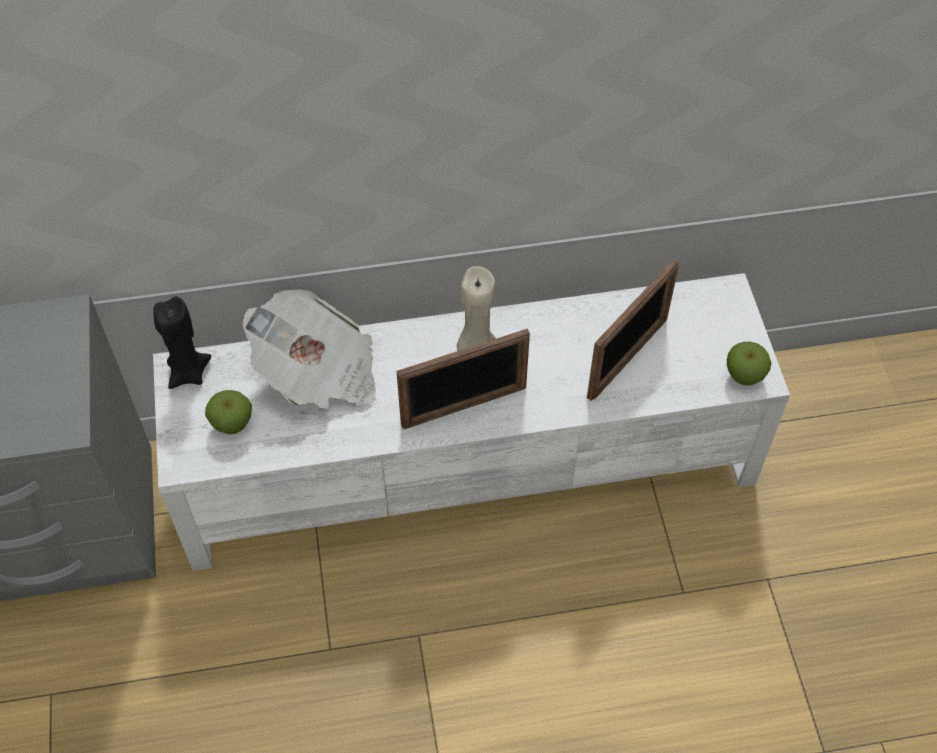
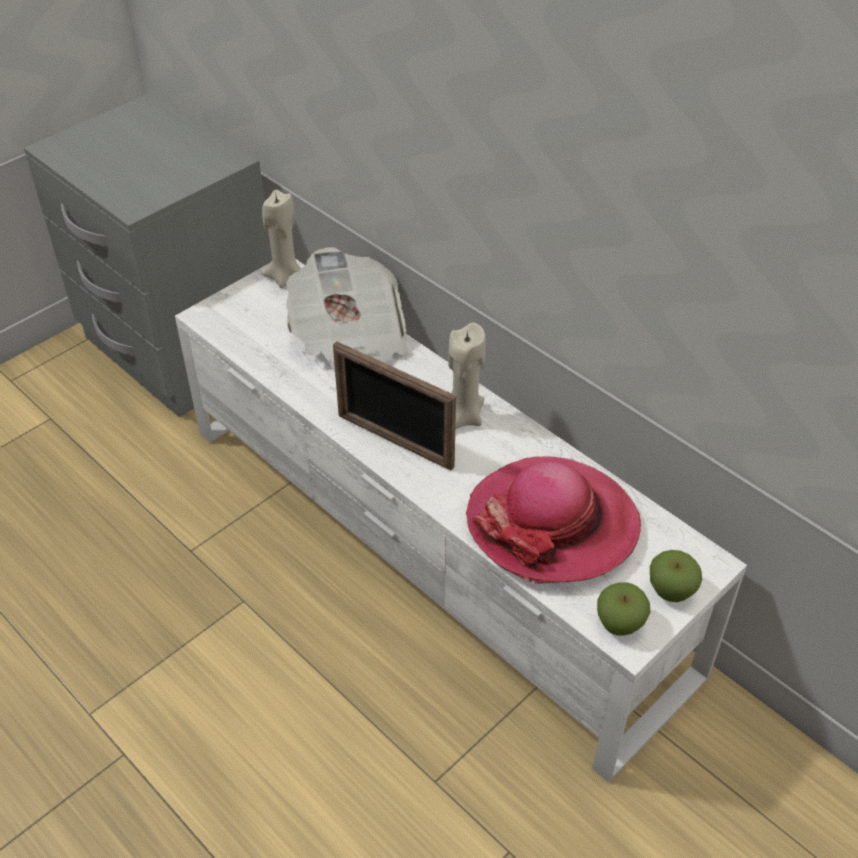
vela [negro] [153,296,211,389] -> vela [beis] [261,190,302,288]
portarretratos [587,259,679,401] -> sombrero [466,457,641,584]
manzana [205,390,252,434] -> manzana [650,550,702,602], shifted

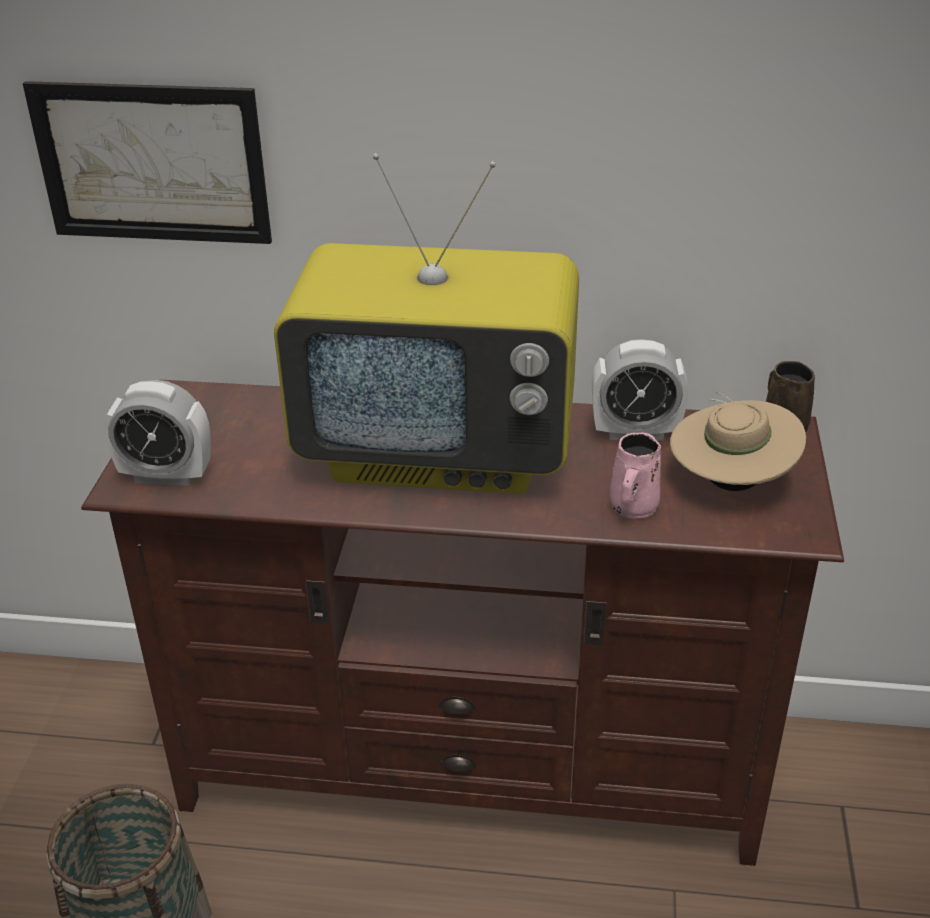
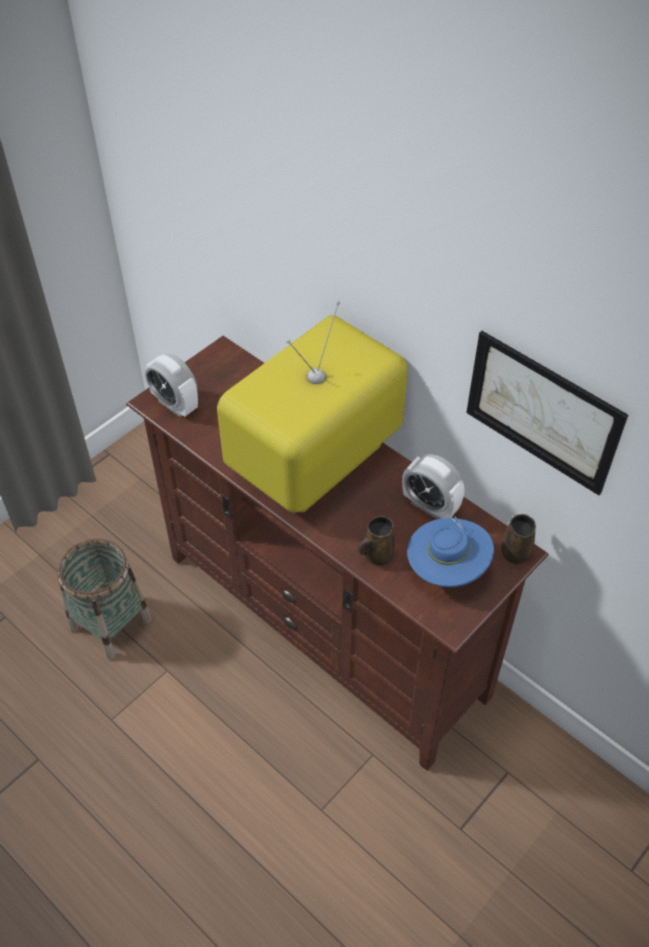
televisor [274,153,579,494] -> televisor [217,301,408,513], 90 degrees clockwise
taza grande [rosa] [610,433,661,519] -> taza grande [marrón] [358,516,395,566]
sombrero [beis] [670,391,806,491] -> sombrero [azul] [407,516,494,587]
cuadro [23,81,272,244] -> cuadro [466,331,628,495], shifted

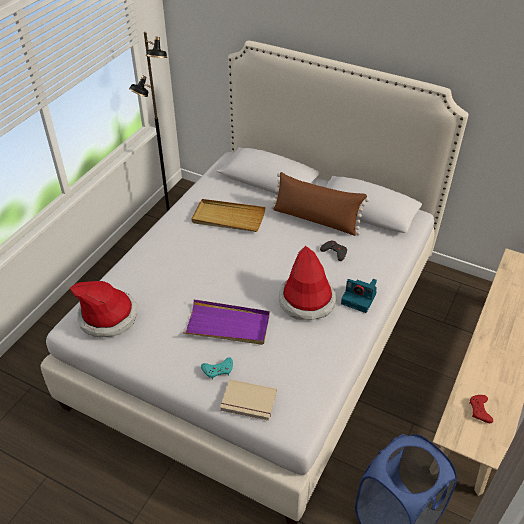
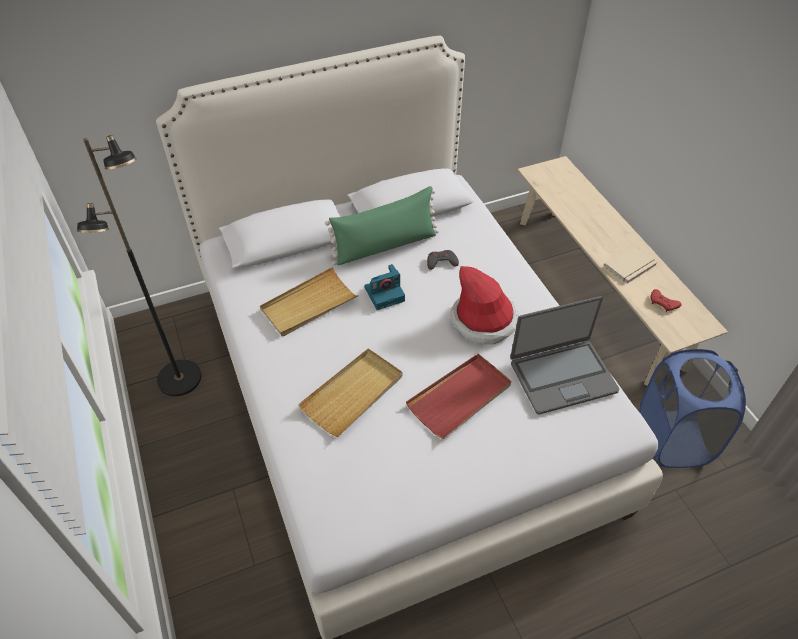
none -> bandeja [beis] [298,349,402,437]
cojín [marrón] [271,172,369,236] -> cojín [verde] [325,186,439,265]
cámara [341,279,377,313] -> cámara [365,264,405,310], shifted
bandeja [morado] [184,299,270,345] -> bandeja [rojo] [406,354,511,439]
none -> portátil [510,296,620,415]
libro [beis] [220,379,277,421] -> libro [beis] [604,245,658,284], shifted
sombrero [70,281,138,338] -> none
mando de consola [turquesa] [201,357,233,380] -> none

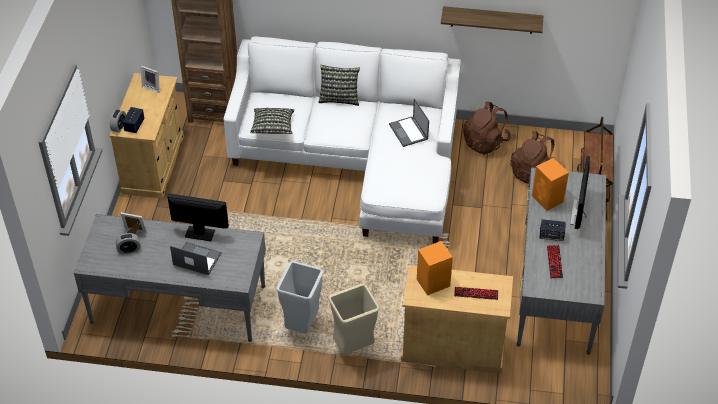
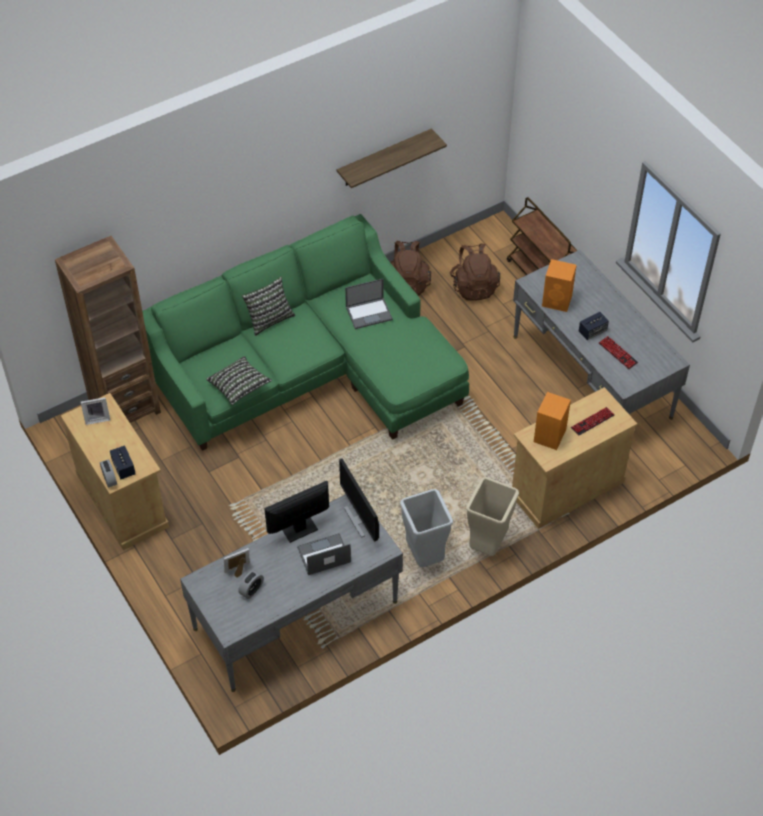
sofá [blanco] [224,36,461,244] -> sofá [verde] [142,214,469,451]
monitor [570,156,590,229] -> monitor [339,458,379,542], shifted
portátil [389,98,429,147] -> portátil [345,279,393,329], 45 degrees counterclockwise

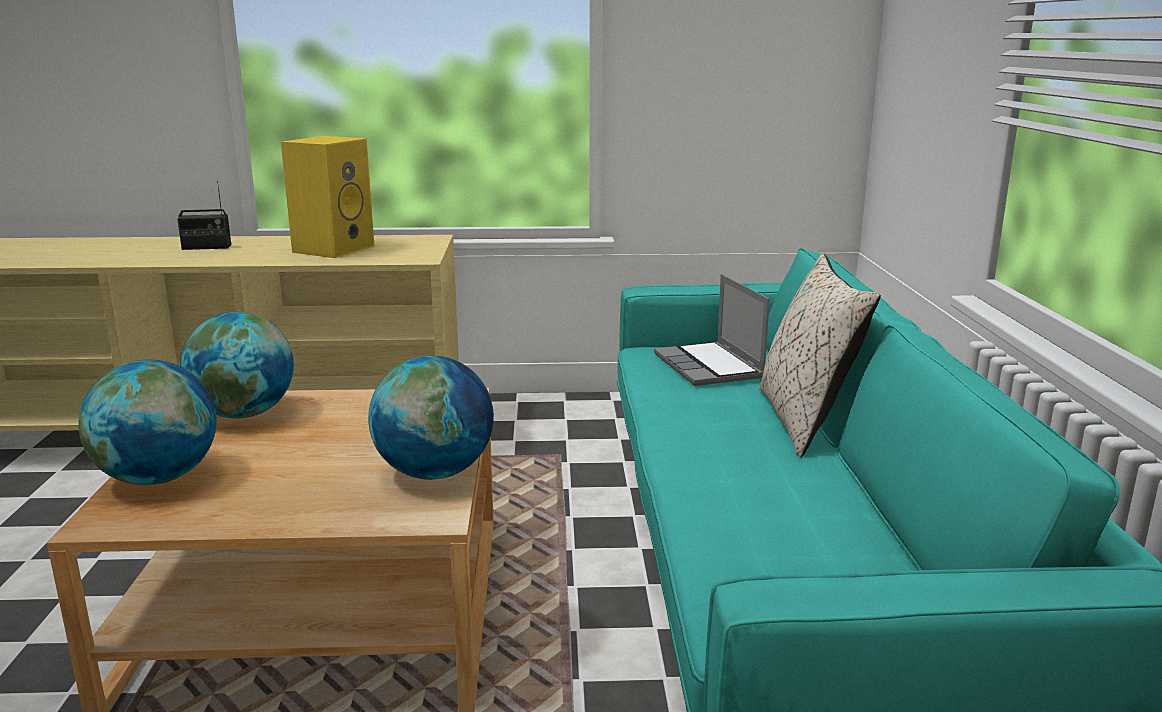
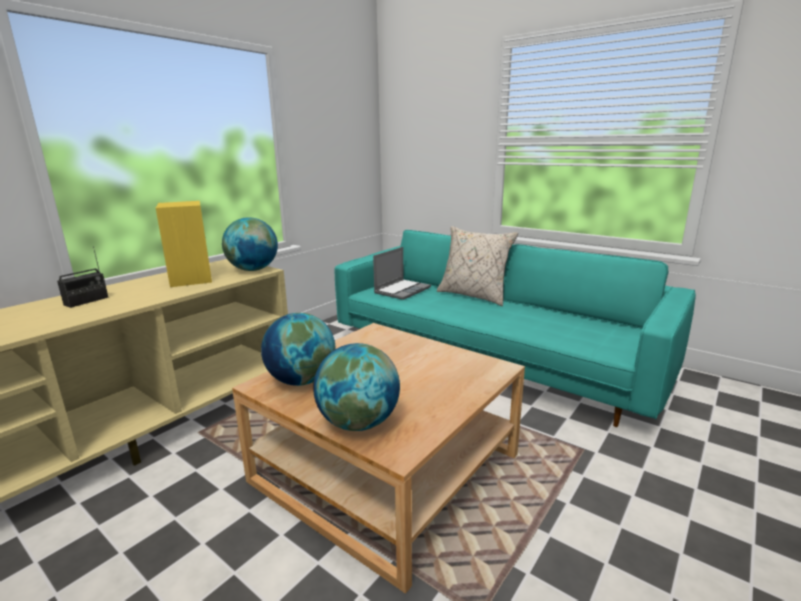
globo terráqueo [368,356,494,480] -> globo terráqueo [222,217,278,271], shifted
portátil [654,274,770,386] -> portátil [373,247,431,300], 75 degrees counterclockwise

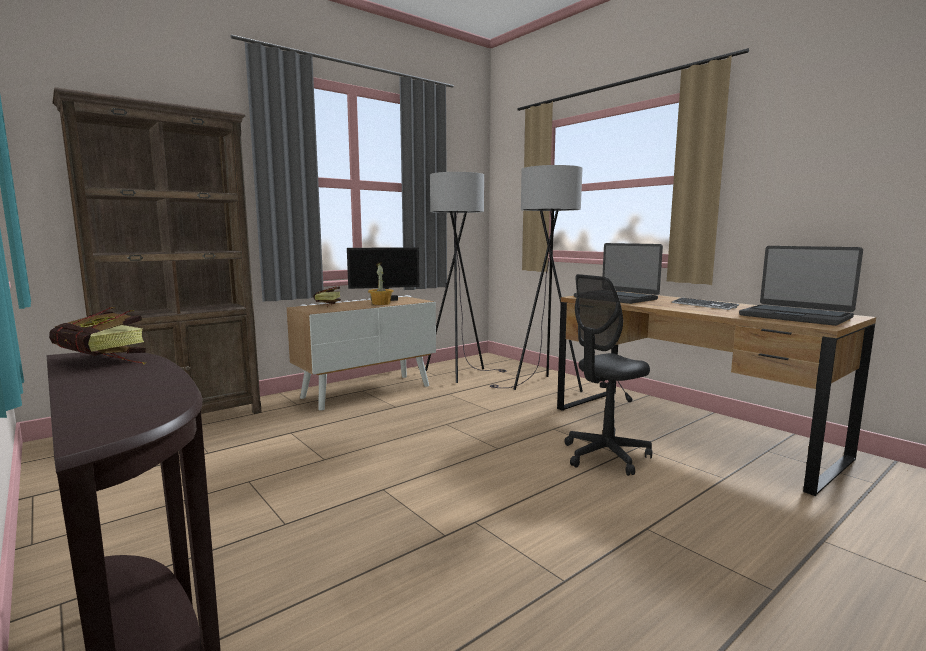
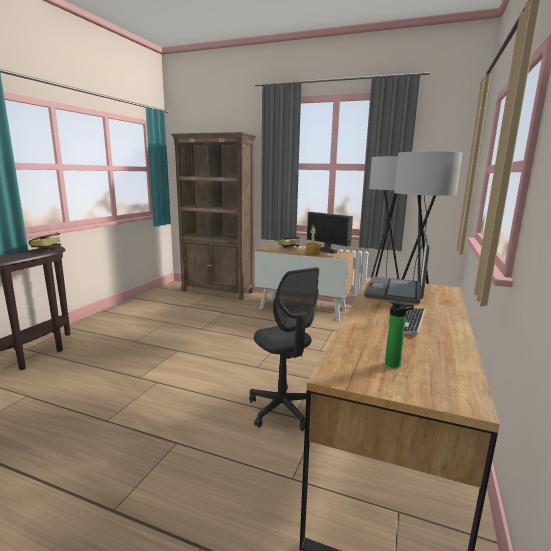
silla de oficina [gris] [564,274,652,476] -> silla de oficina [gris] [249,267,320,431], 150 degrees counterclockwise
portátil [739,246,863,326] -> botella [385,301,414,368]

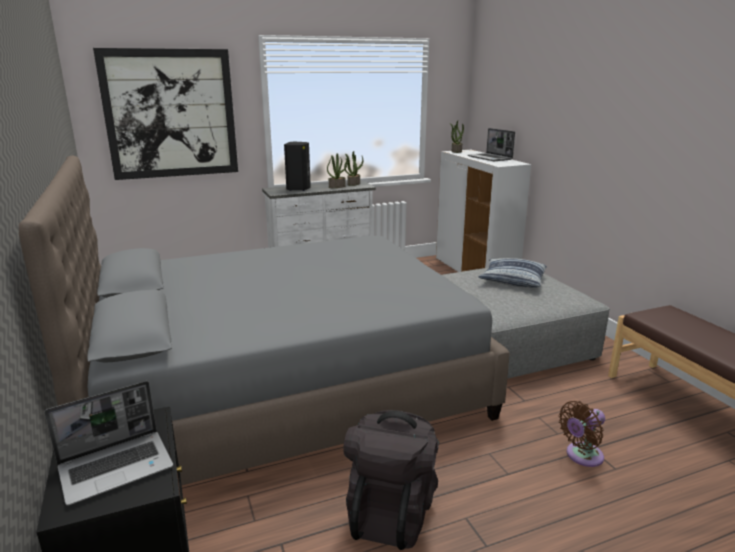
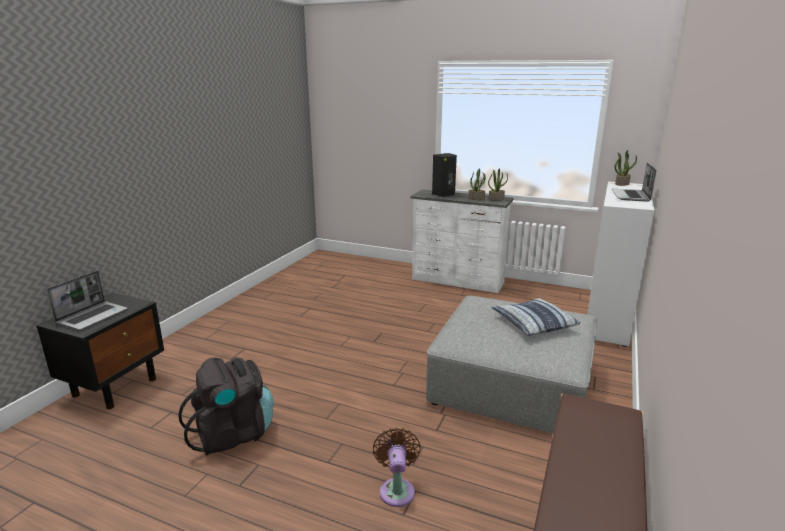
portátil [44,381,173,506] -> portátil [47,271,128,330], 75 degrees counterclockwise
ventilador [marrón] [559,401,605,467] -> ventilador [marrón] [373,427,421,507], 75 degrees clockwise
cama [gris] [19,156,510,485] -> none
cuadro [93,48,238,180] -> none

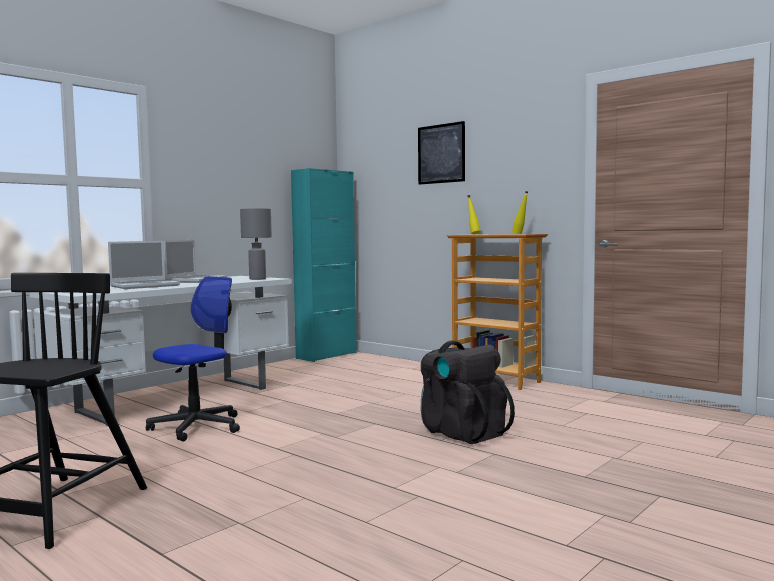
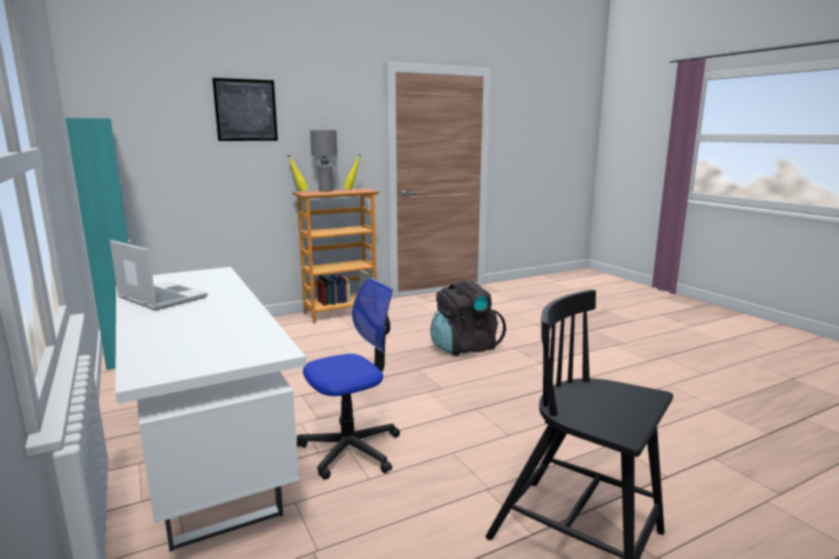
silla de oficina [146,276,240,441] -> silla de oficina [297,278,400,480], 90 degrees clockwise
lámpara de mesa [gris] [240,208,272,280] -> lámpara de mesa [gris] [310,130,337,192], shifted
portátil [108,241,180,289] -> none

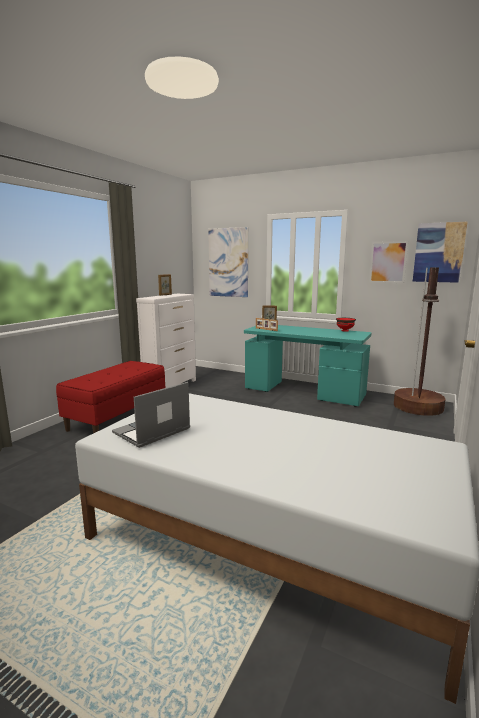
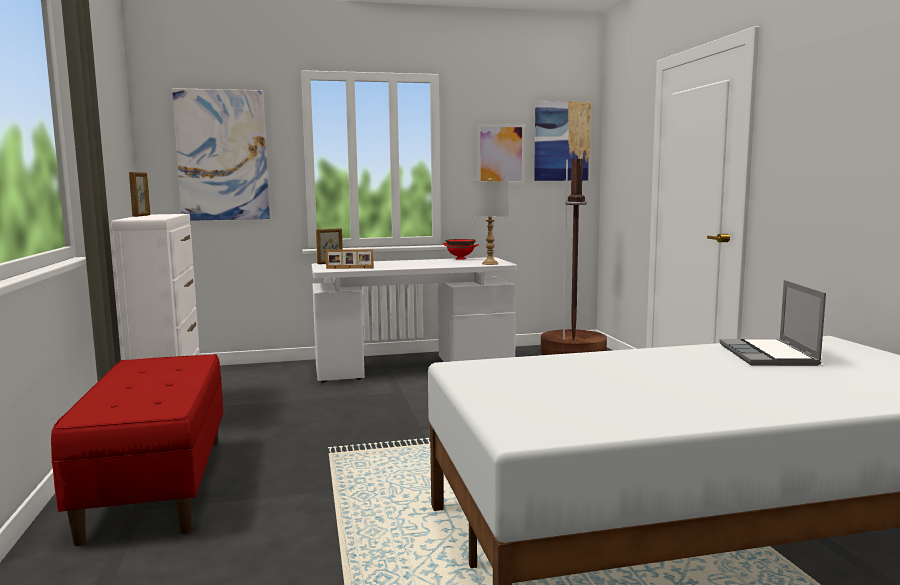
escritorio [turquesa] [244,325,371,407] -> escritorio [blanco] [312,257,517,382]
none -> lámpara de mesa [gris] [472,178,508,265]
portátil [112,382,190,448] -> portátil [719,280,826,366], shifted

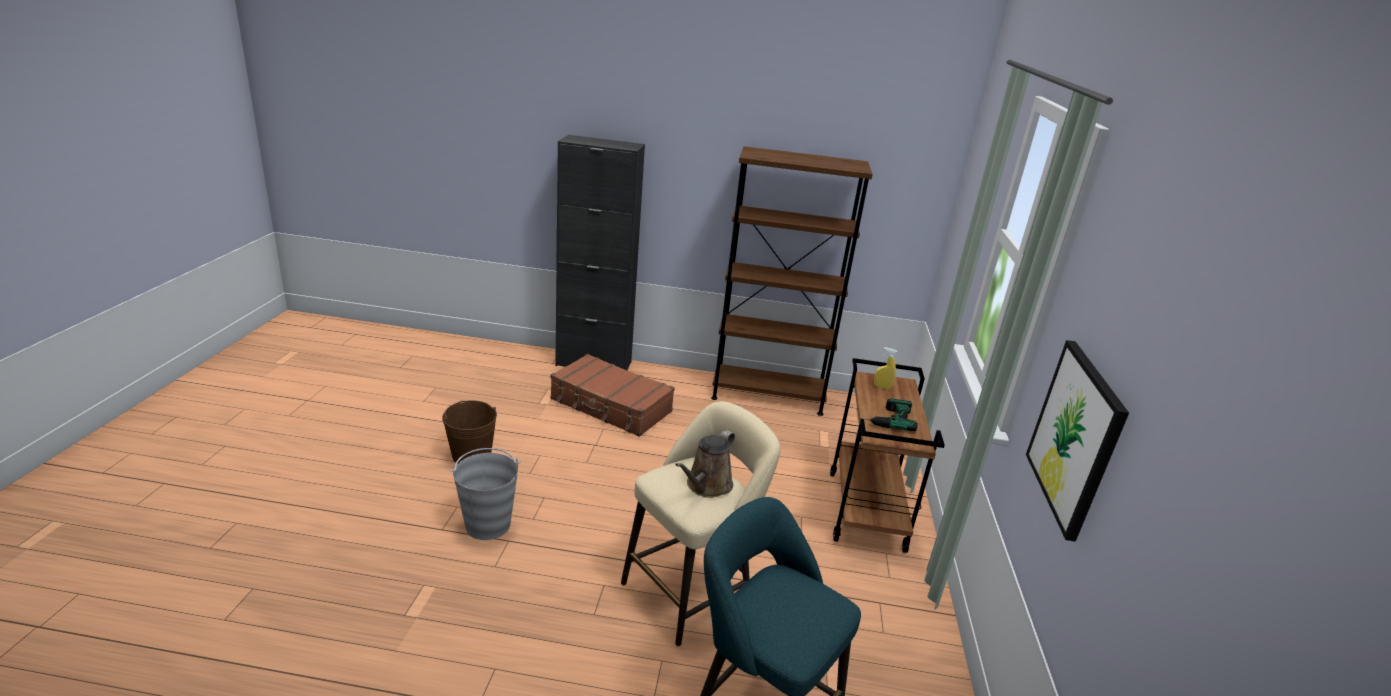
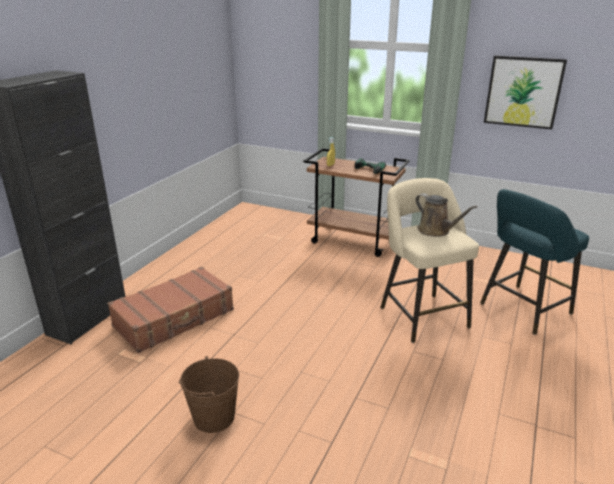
cubo [gris] [449,448,521,540] -> none
estantería [marrón] [711,146,873,416] -> none

